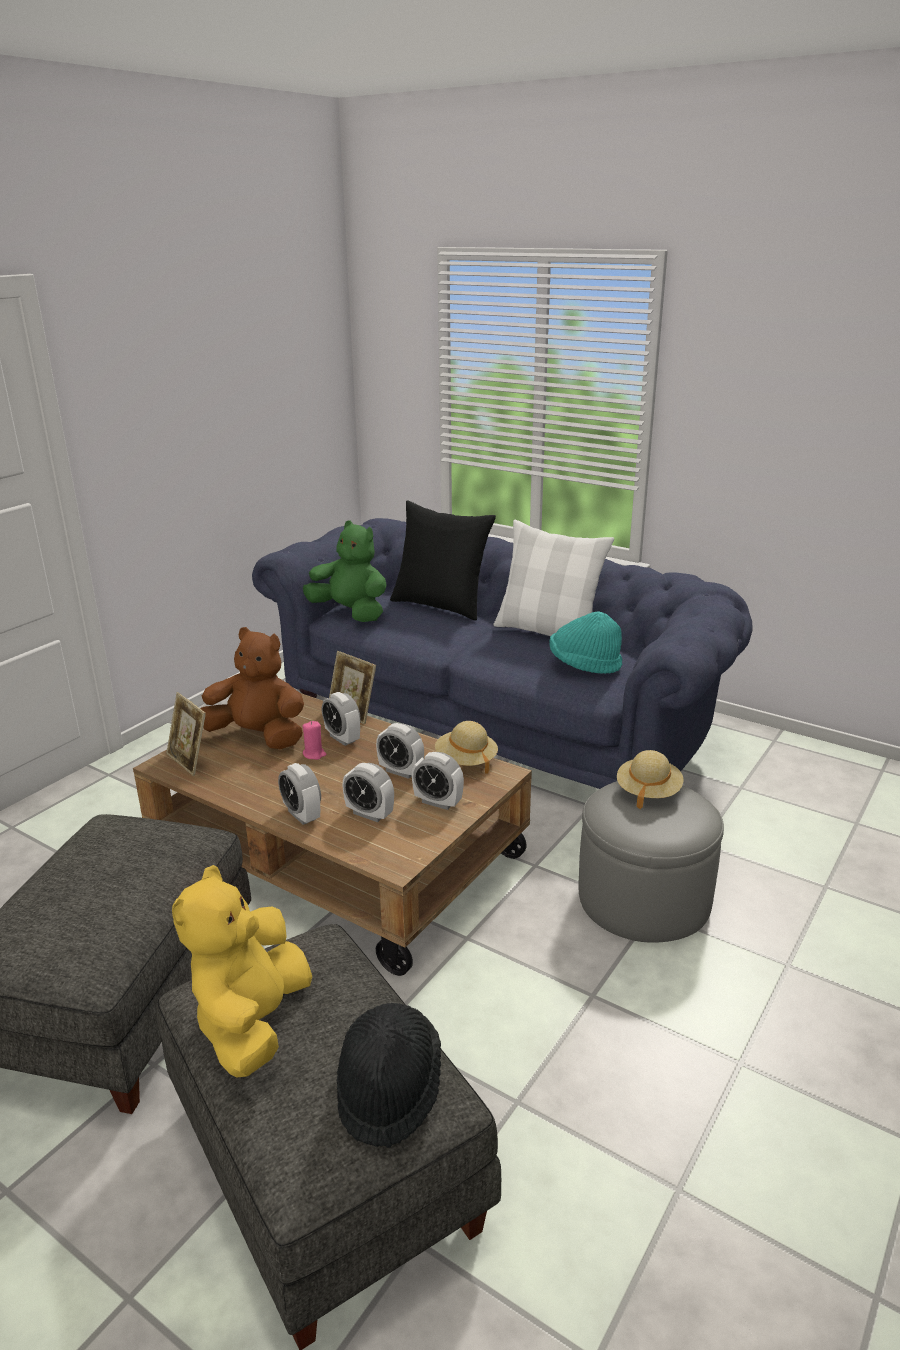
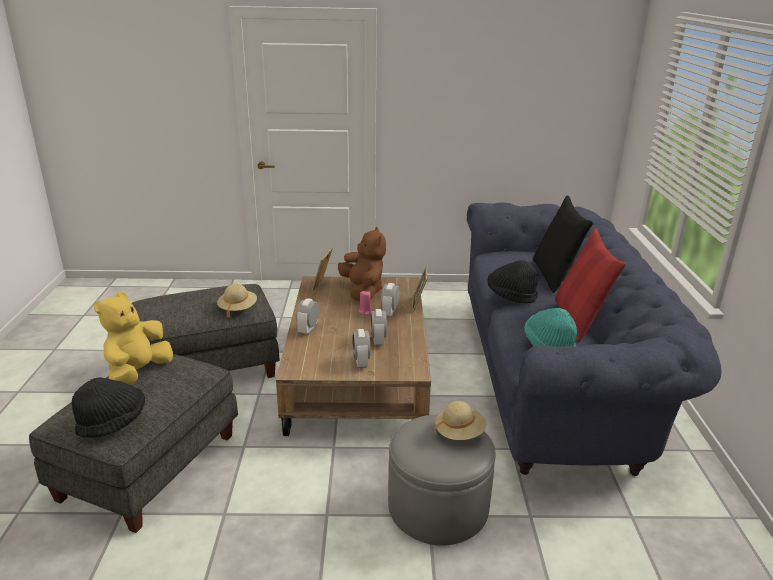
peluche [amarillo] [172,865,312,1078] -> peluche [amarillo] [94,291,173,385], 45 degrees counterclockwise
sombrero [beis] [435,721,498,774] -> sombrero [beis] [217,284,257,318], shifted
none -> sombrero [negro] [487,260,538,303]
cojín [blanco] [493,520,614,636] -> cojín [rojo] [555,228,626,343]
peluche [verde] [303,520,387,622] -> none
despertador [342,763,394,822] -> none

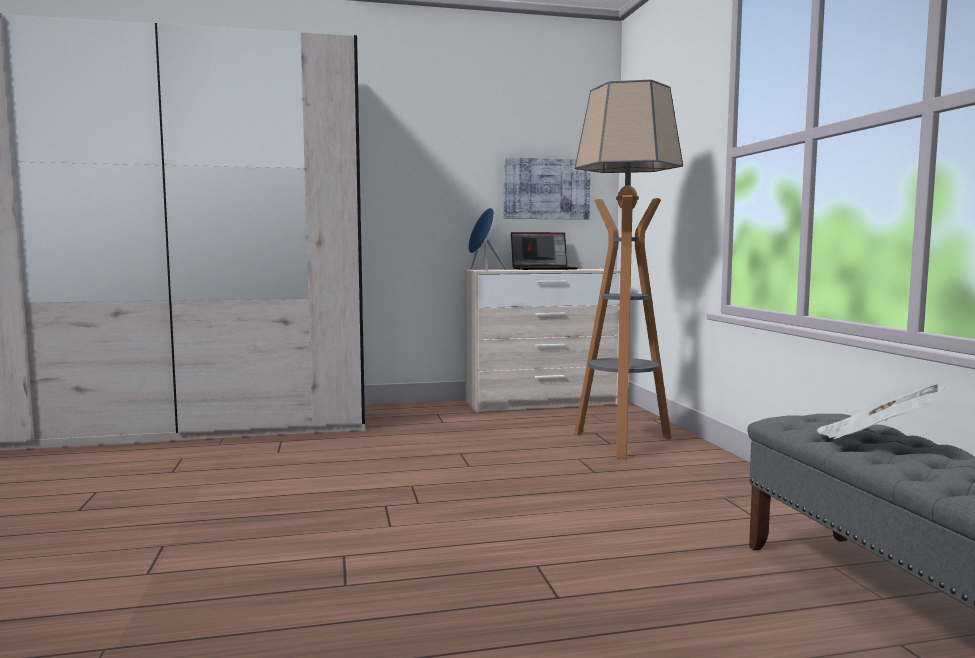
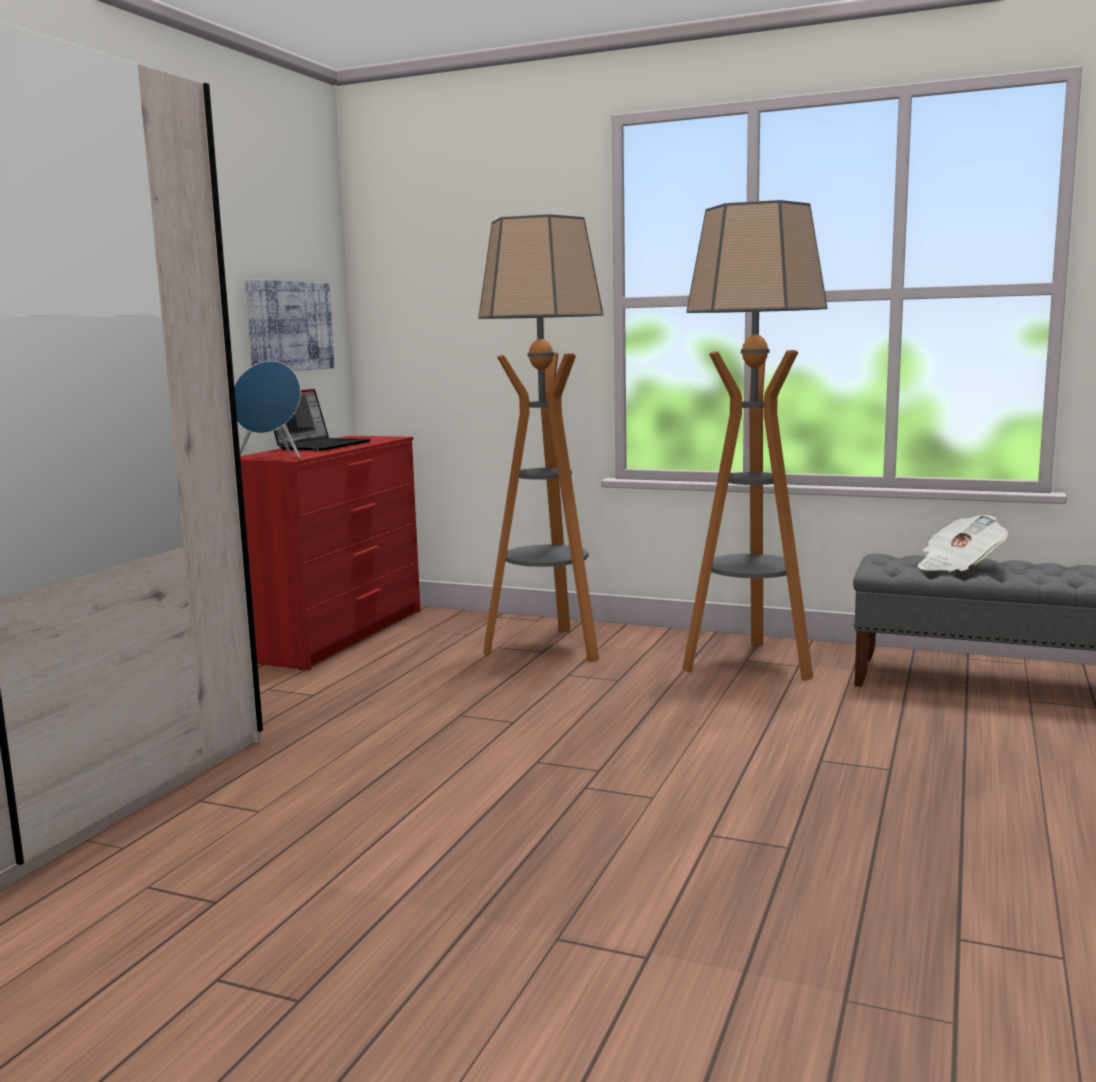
cómoda [beis] [465,269,621,412] -> cómoda [rojo] [240,436,421,670]
none -> lámpara de pie [682,200,828,681]

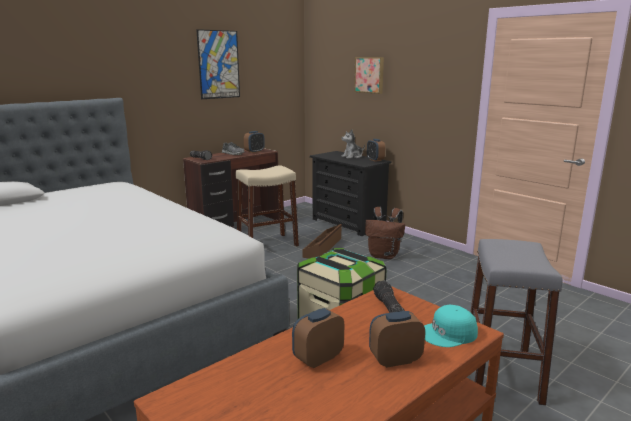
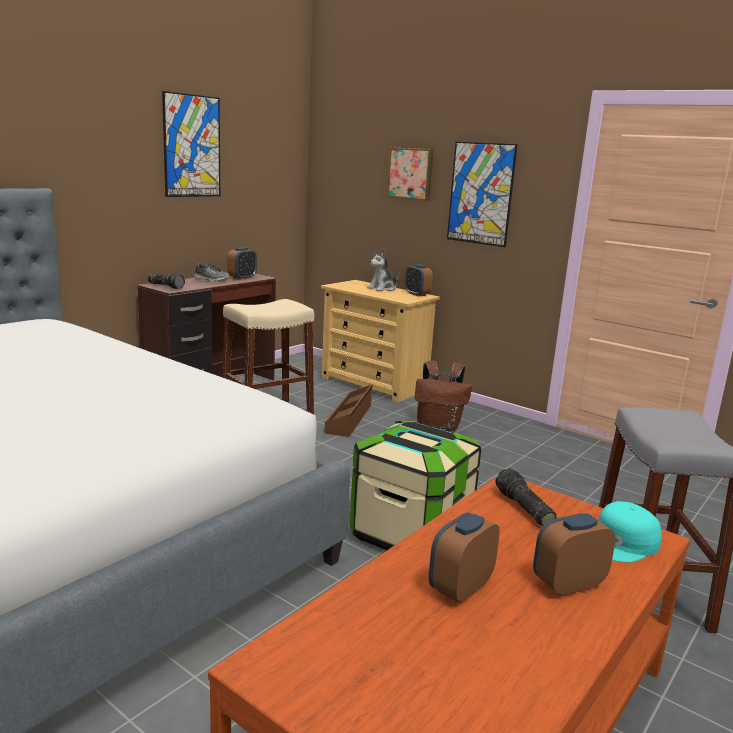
cómoda [negro] [310,151,391,236] -> cómoda [beis] [321,280,440,402]
none -> cuadro [447,142,518,247]

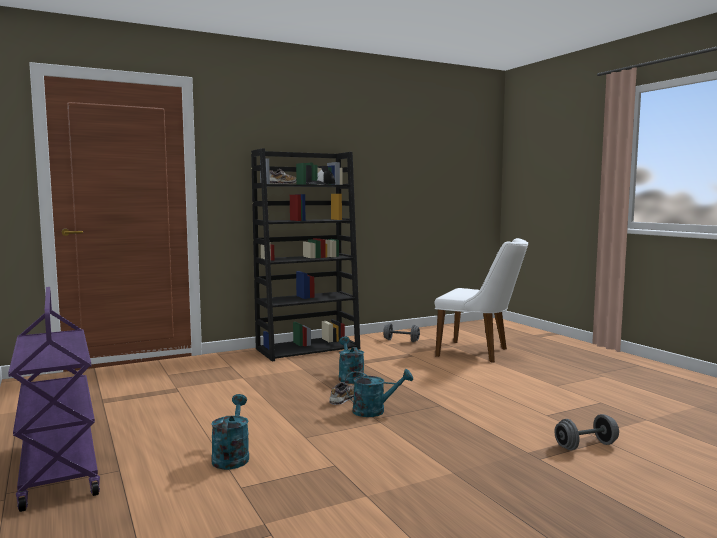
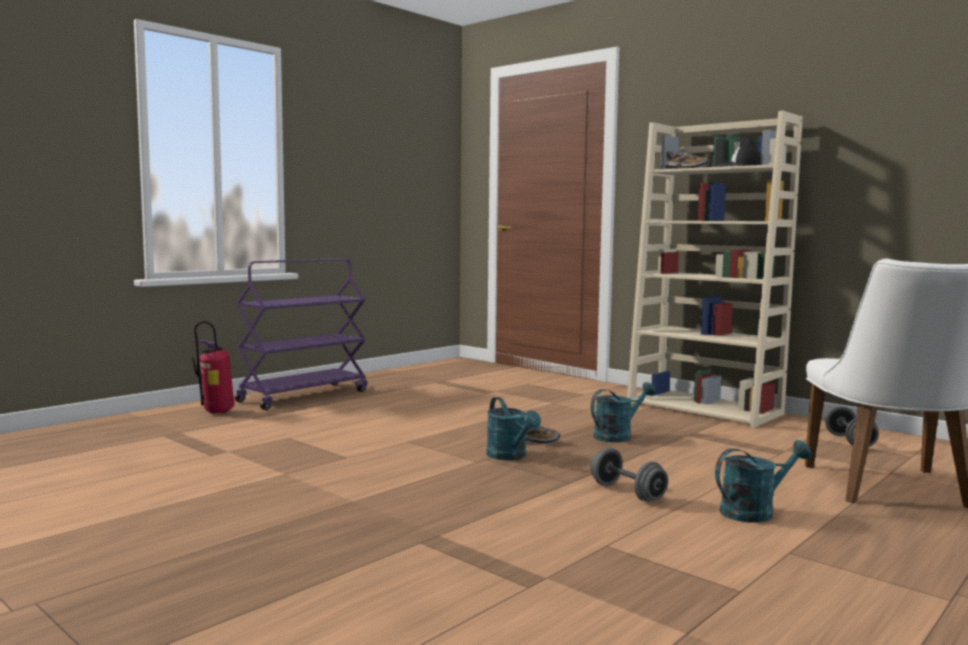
none -> extintor [192,321,235,414]
mancuerna [gris] [555,414,619,450] -> mancuerna [gris] [590,448,668,502], shifted
estantería [negro] [251,148,360,361] -> estantería [beis] [627,111,803,428]
regadera [turquesa] [211,394,249,470] -> regadera [turquesa] [715,440,812,523], shifted

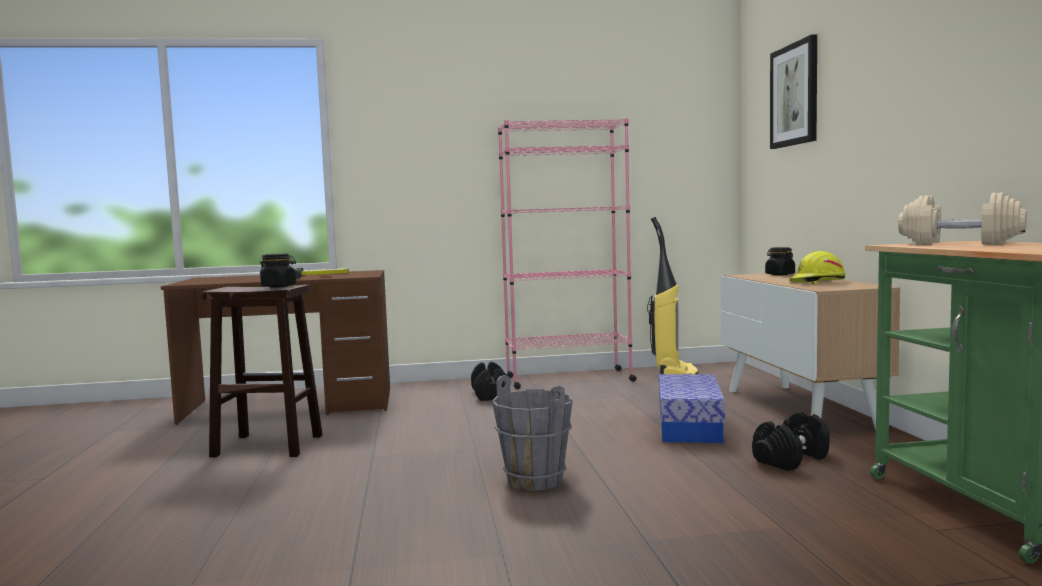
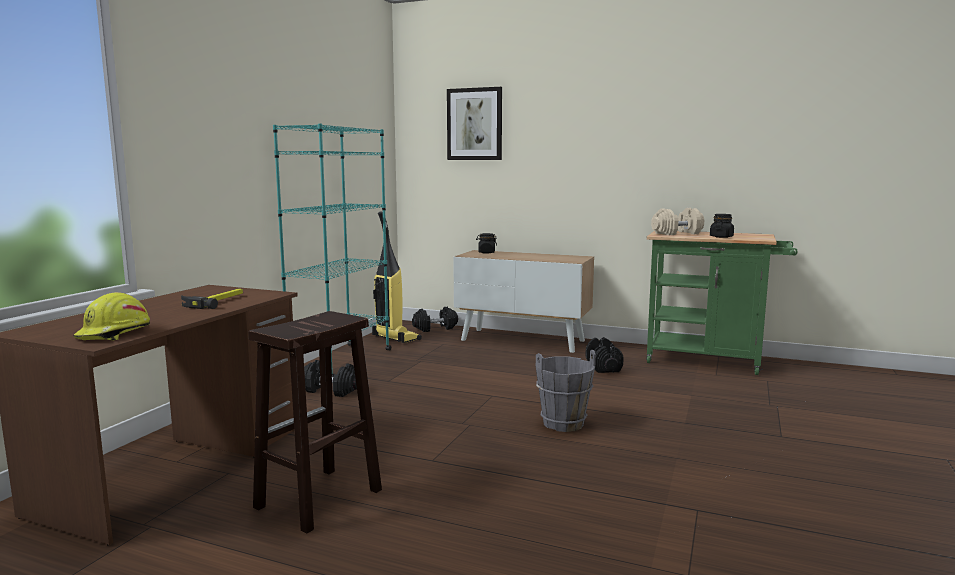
casco [amarillo] [789,251,846,284] -> casco [amarillo] [73,292,150,340], shifted
estantería [rosa] [498,118,636,389] -> estantería [turquesa] [273,123,391,377]
none -> mancuerna [negro] [412,307,458,332]
tarro [negro] [260,253,296,288] -> tarro [negro] [710,214,734,238], shifted
caja de almacenaje [659,374,725,443] -> none

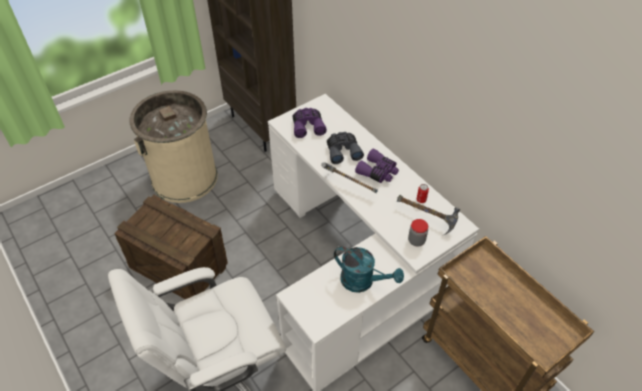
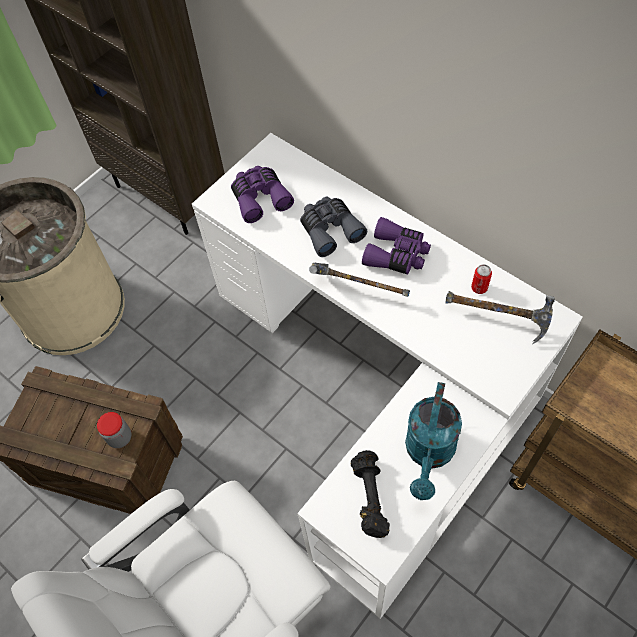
tarro [408,219,428,247] -> tarro [97,412,132,448], shifted
none -> mancuerna [negro] [350,450,390,538]
regadera [turquesa] [334,246,404,293] -> regadera [turquesa] [405,382,462,500], 90 degrees clockwise

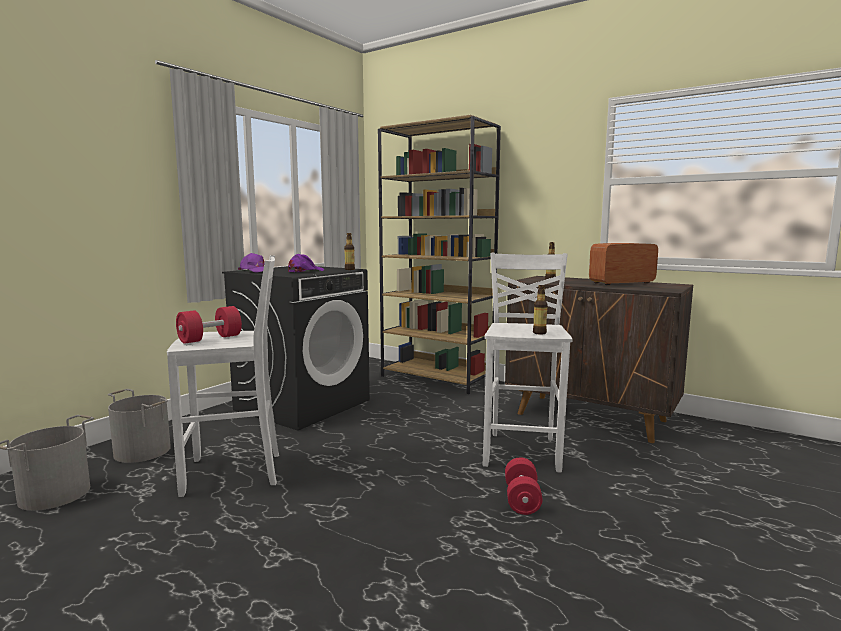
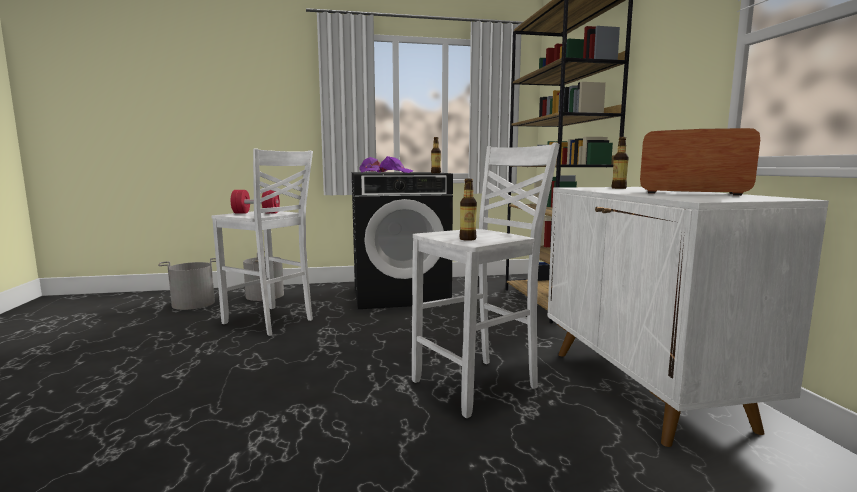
armario [marrón] [505,276,693,443] -> armario [blanco] [547,187,829,447]
mancuerna [rojo] [505,457,543,515] -> none

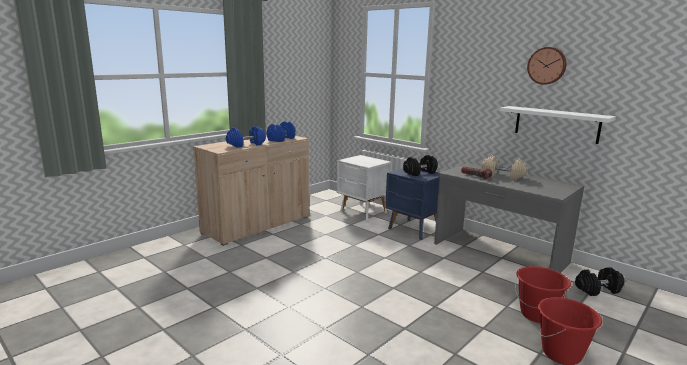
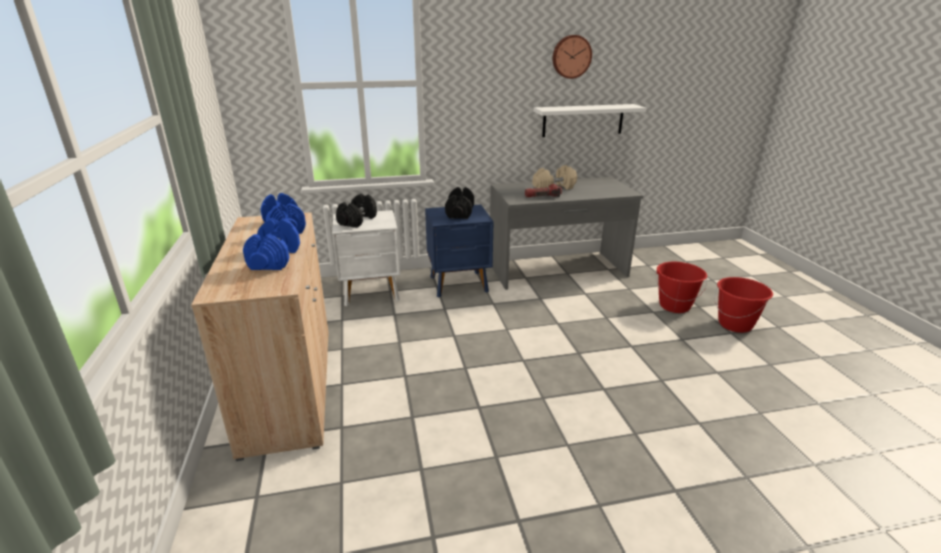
mancuerna [negro] [575,267,624,296] -> mancuerna [negro] [336,194,377,228], shifted

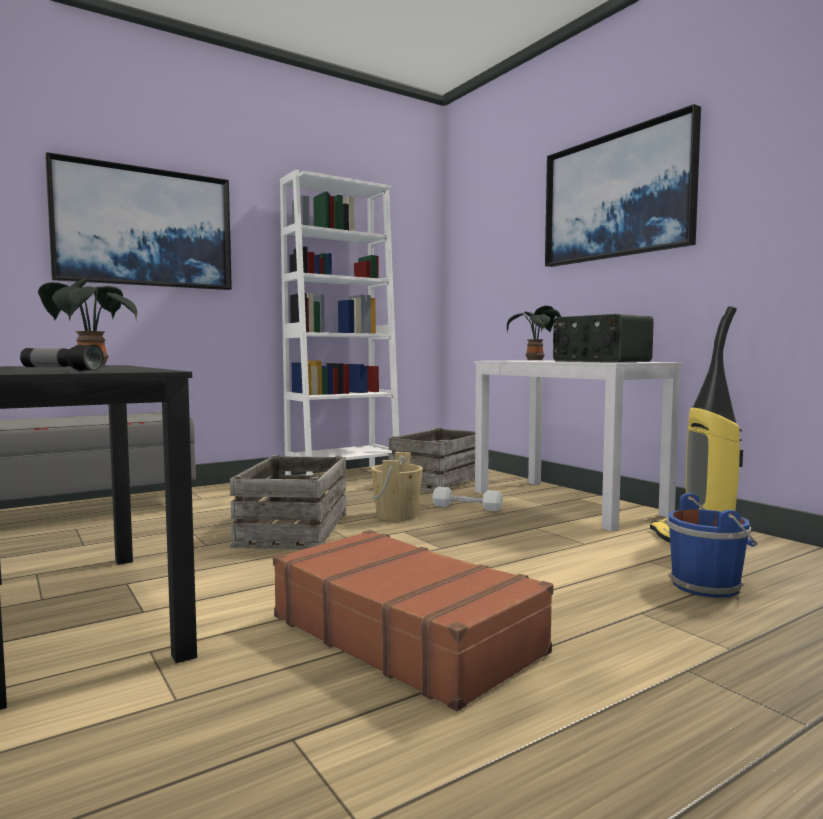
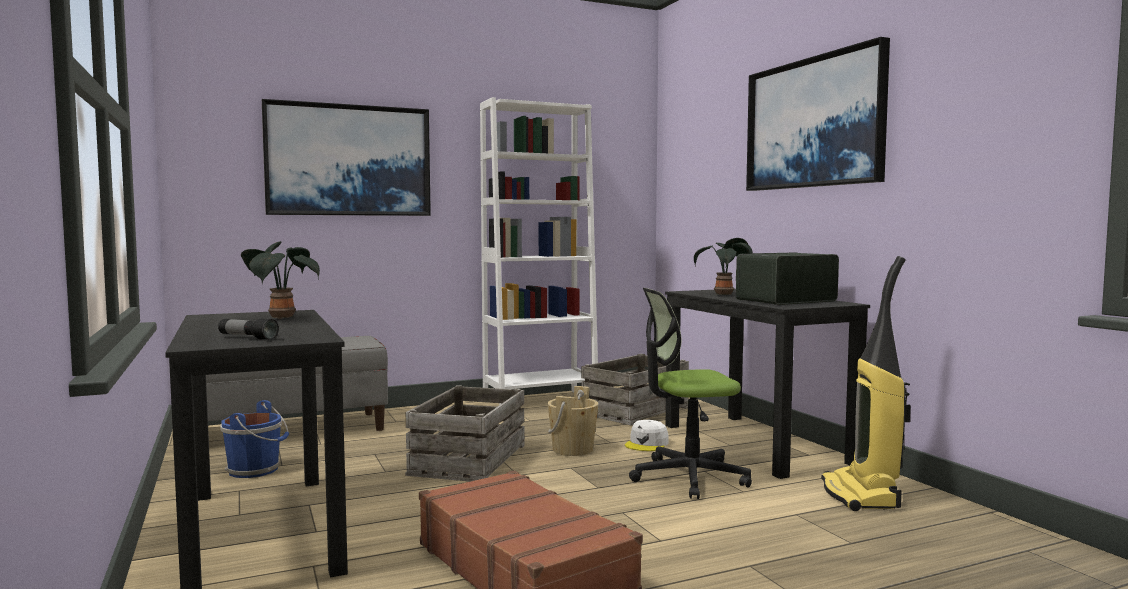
cubo [azul] [664,493,757,598] -> cubo [azul] [220,400,289,478], shifted
mancuerna [blanco] [432,487,503,511] -> gorra [blanco] [625,420,669,451]
none -> silla de oficina [629,288,752,499]
escritorio [blanco] [474,360,683,531] -> escritorio [negro] [665,289,870,479]
radio [553,314,654,362] -> radio [736,253,839,305], 90 degrees clockwise

